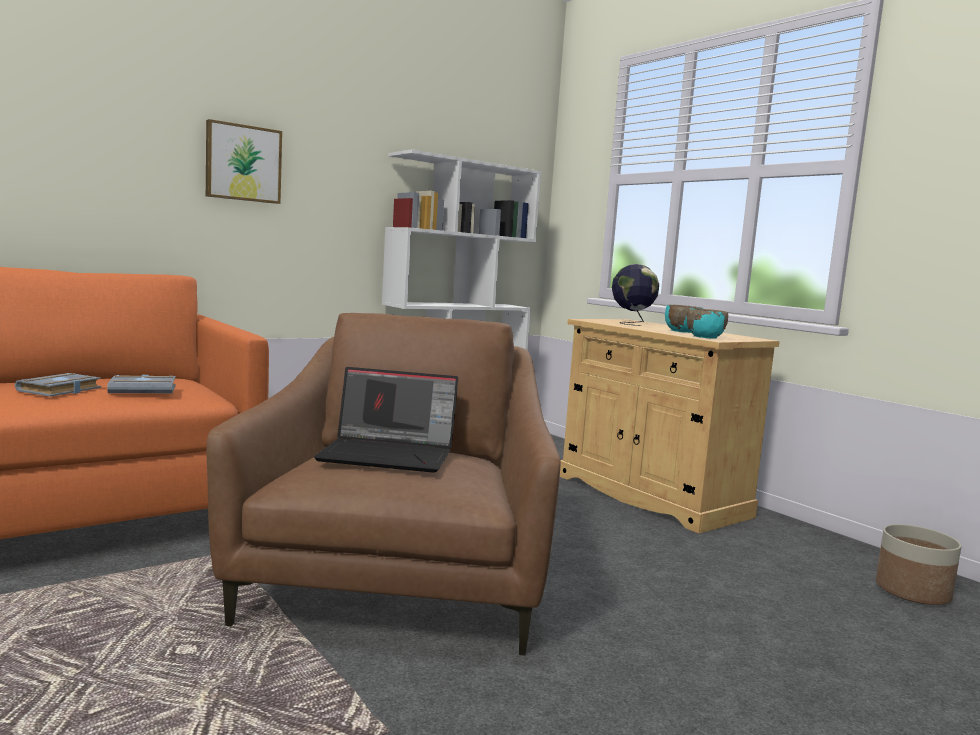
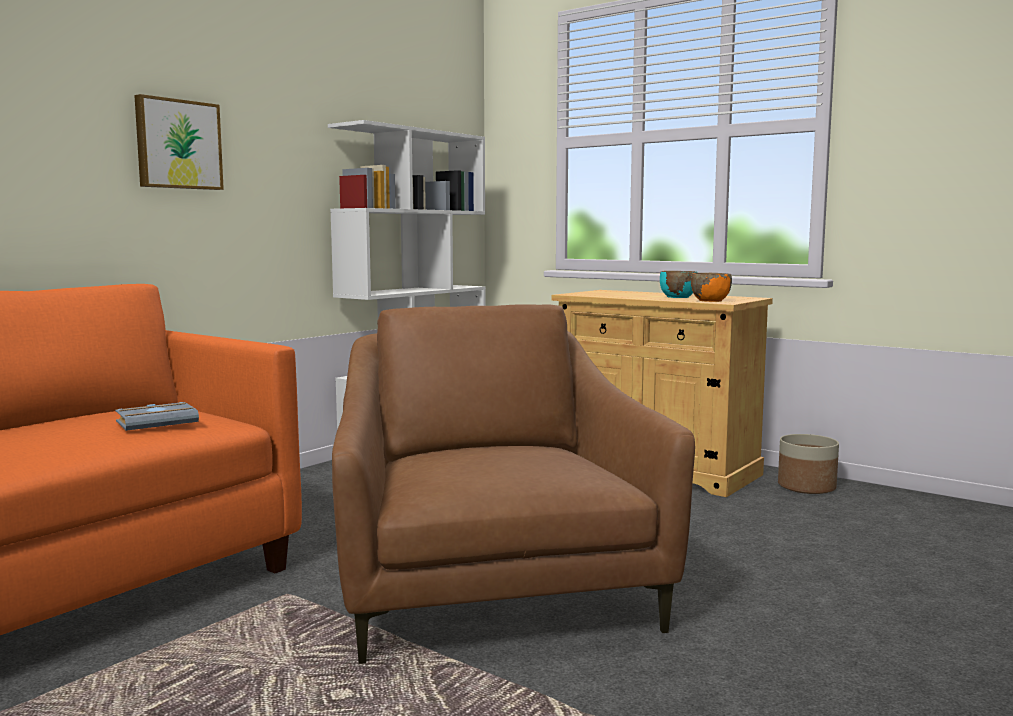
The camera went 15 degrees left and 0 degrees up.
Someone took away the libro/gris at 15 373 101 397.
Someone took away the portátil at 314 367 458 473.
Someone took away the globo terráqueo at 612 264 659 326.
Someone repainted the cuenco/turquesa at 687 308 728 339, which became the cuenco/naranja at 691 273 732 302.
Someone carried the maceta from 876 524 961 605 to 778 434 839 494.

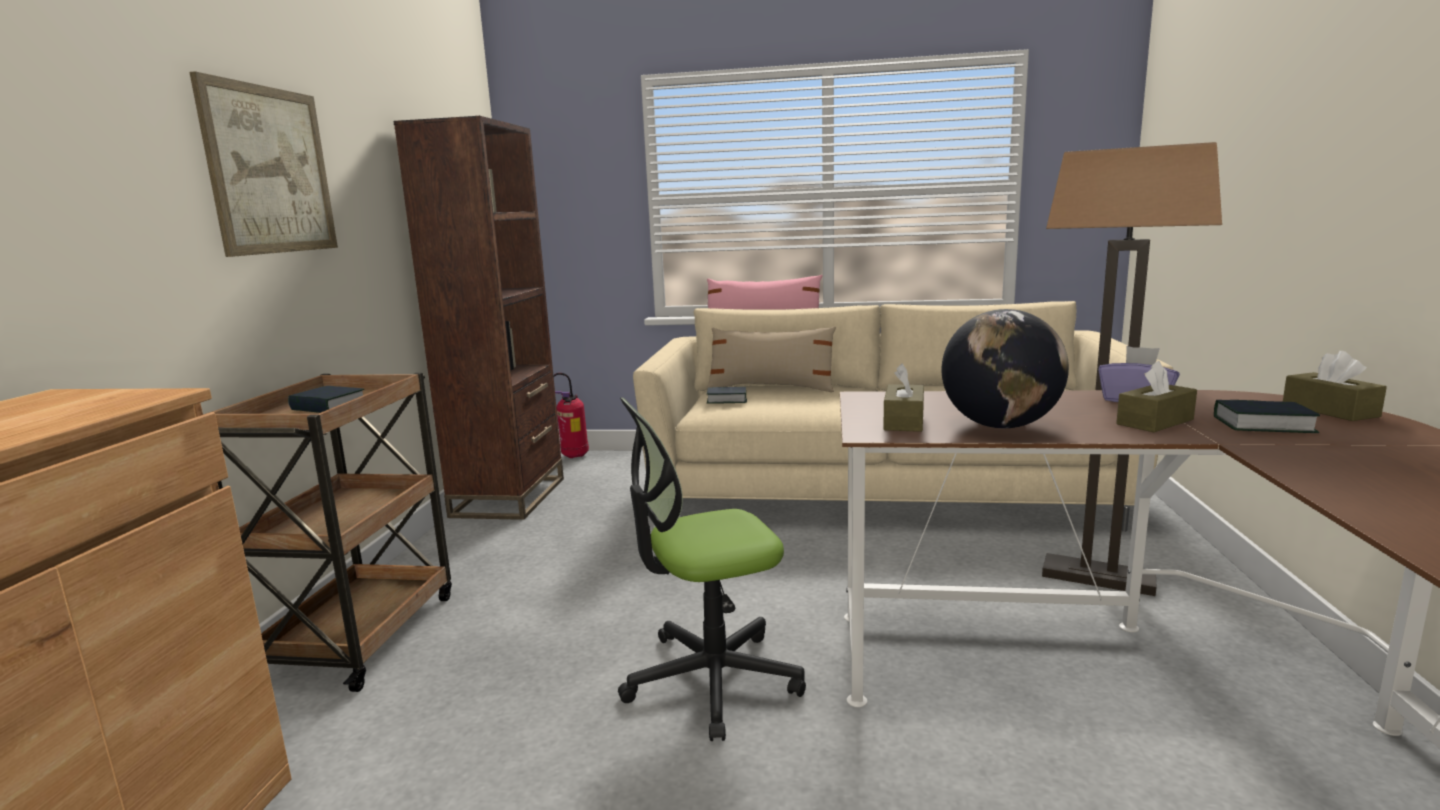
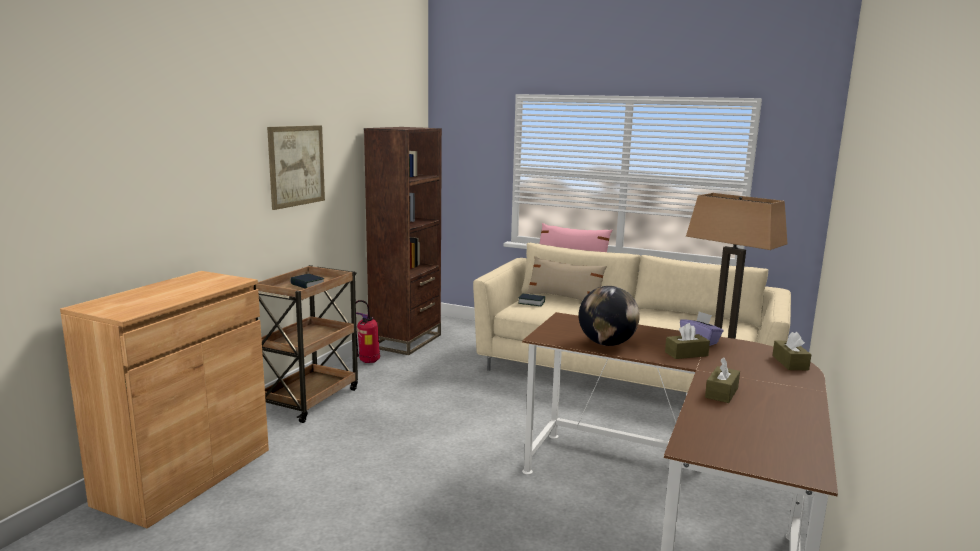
The camera went 15 degrees right and 0 degrees up.
Someone carried the extintor from 553 373 589 458 to 356 300 380 363.
Someone took away the silla de oficina at 618 397 806 741.
Someone carried the caja de pañuelos/marrón from 883 363 924 432 to 705 357 740 403.
Someone took away the libro at 1214 400 1320 433.

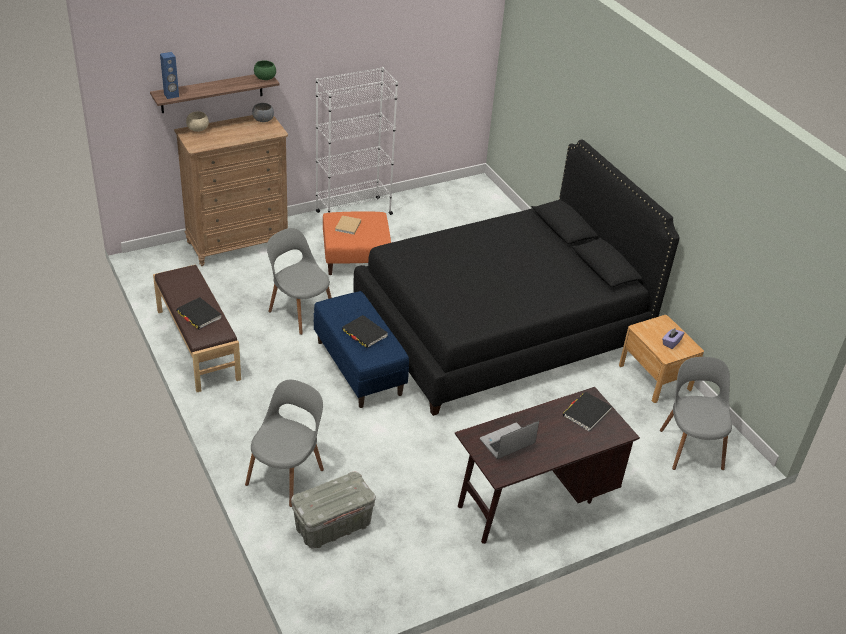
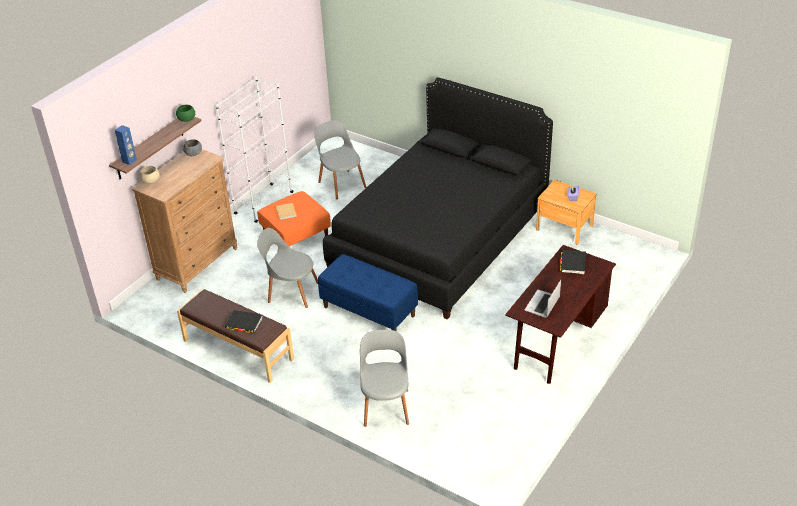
The camera went 25 degrees left and 0 degrees up.
Someone took away the caja de almacenaje/gris at 291 472 376 549.
Someone took away the libro/negro at 342 315 388 348.
Someone carried the silla/gris from 660 357 732 470 to 314 120 366 199.

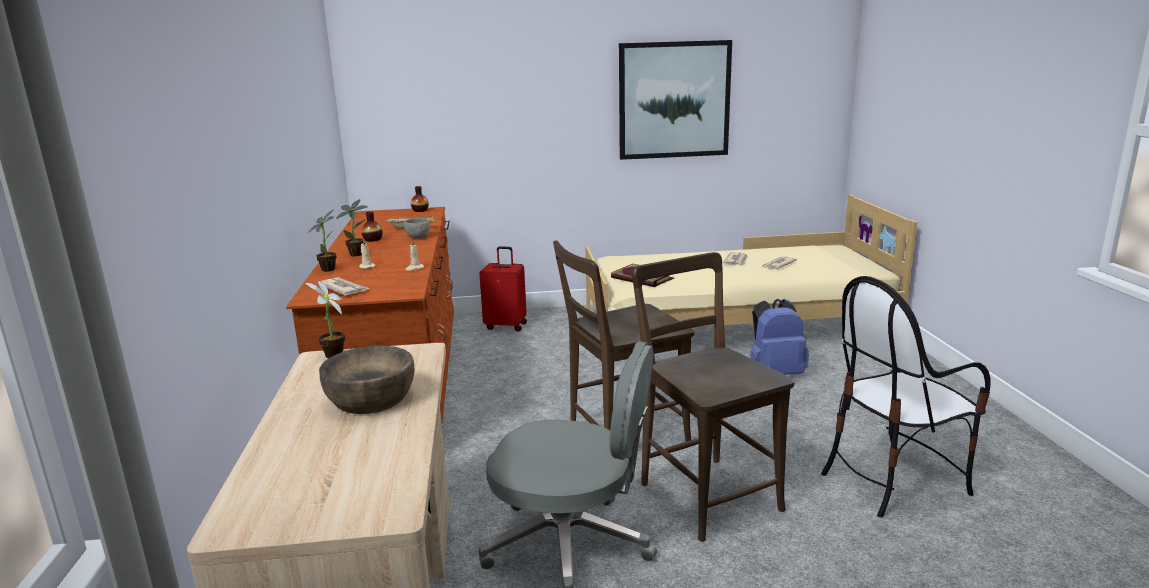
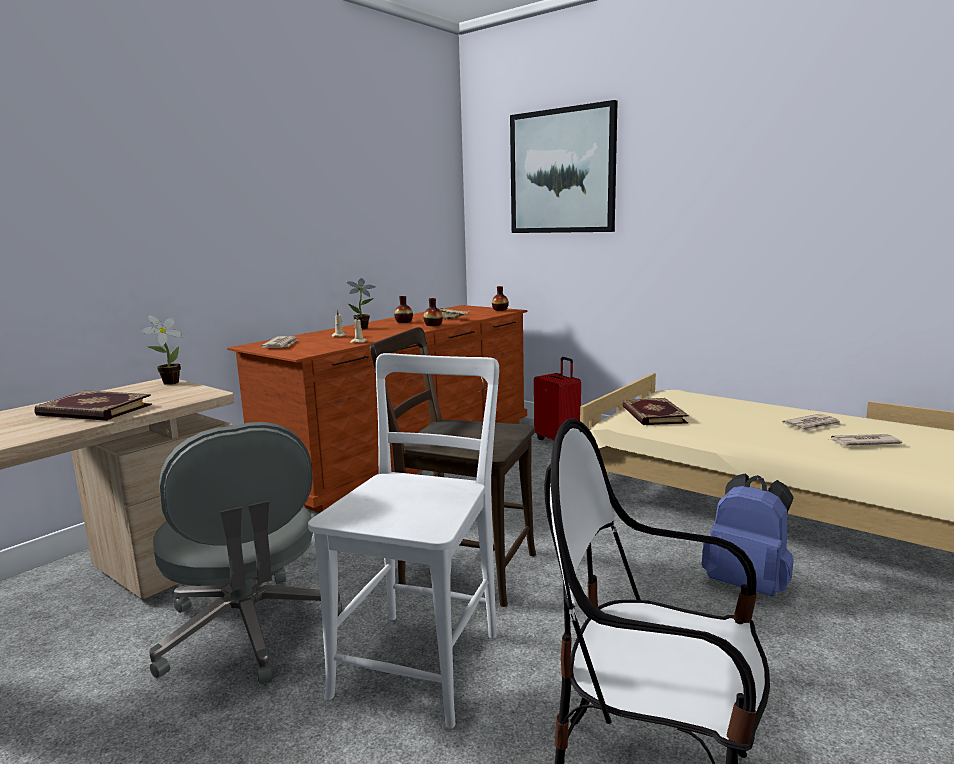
The camera went 45 degrees right and 5 degrees down.
Someone took away the planta en maceta at 308 210 337 272.
Someone swapped the cuenco/marrón at 319 346 414 414 for the libro at 34 390 152 421.
Someone swapped the cuenco/gris at 404 218 430 239 for the florero at 423 298 443 326.
Someone carried the cuadro from 619 40 732 160 to 510 100 618 233.
Someone repainted the silla/marrón at 632 252 795 542, which became the silla/blanco at 308 353 499 728.

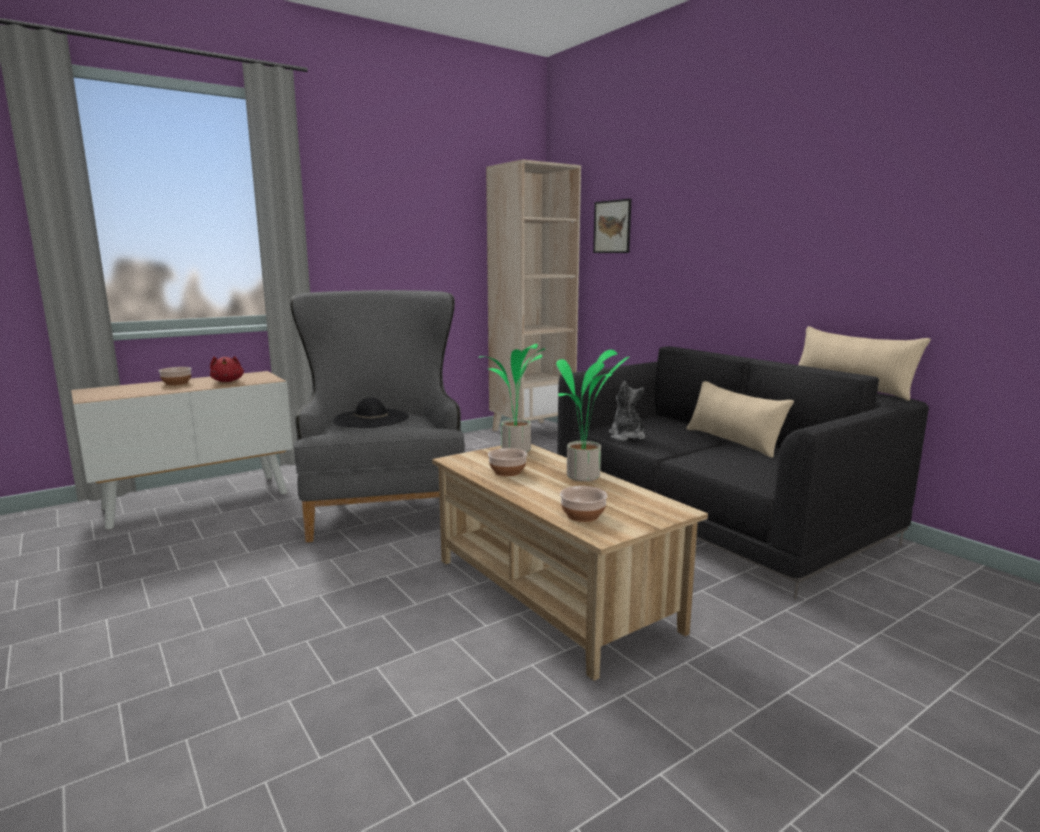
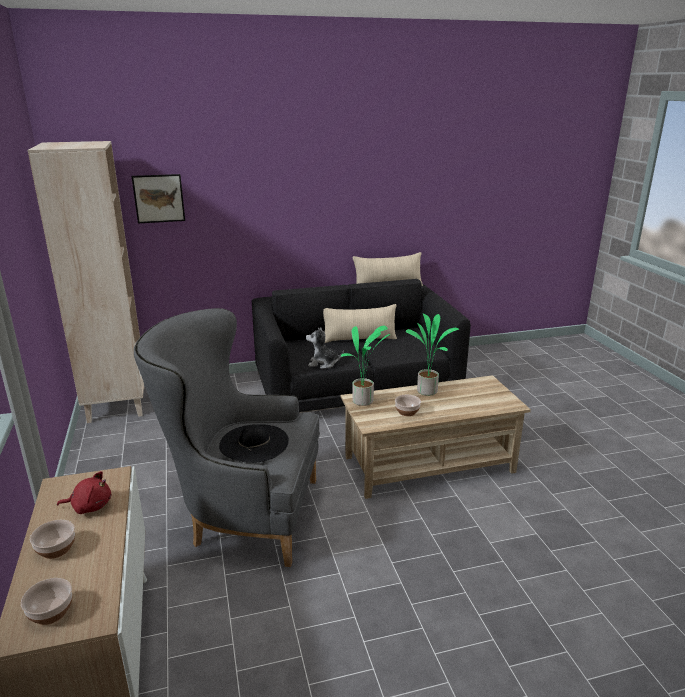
The camera went 70 degrees left and 10 degrees up.
Someone carried the cuenco from 560 486 607 522 to 21 578 72 625.

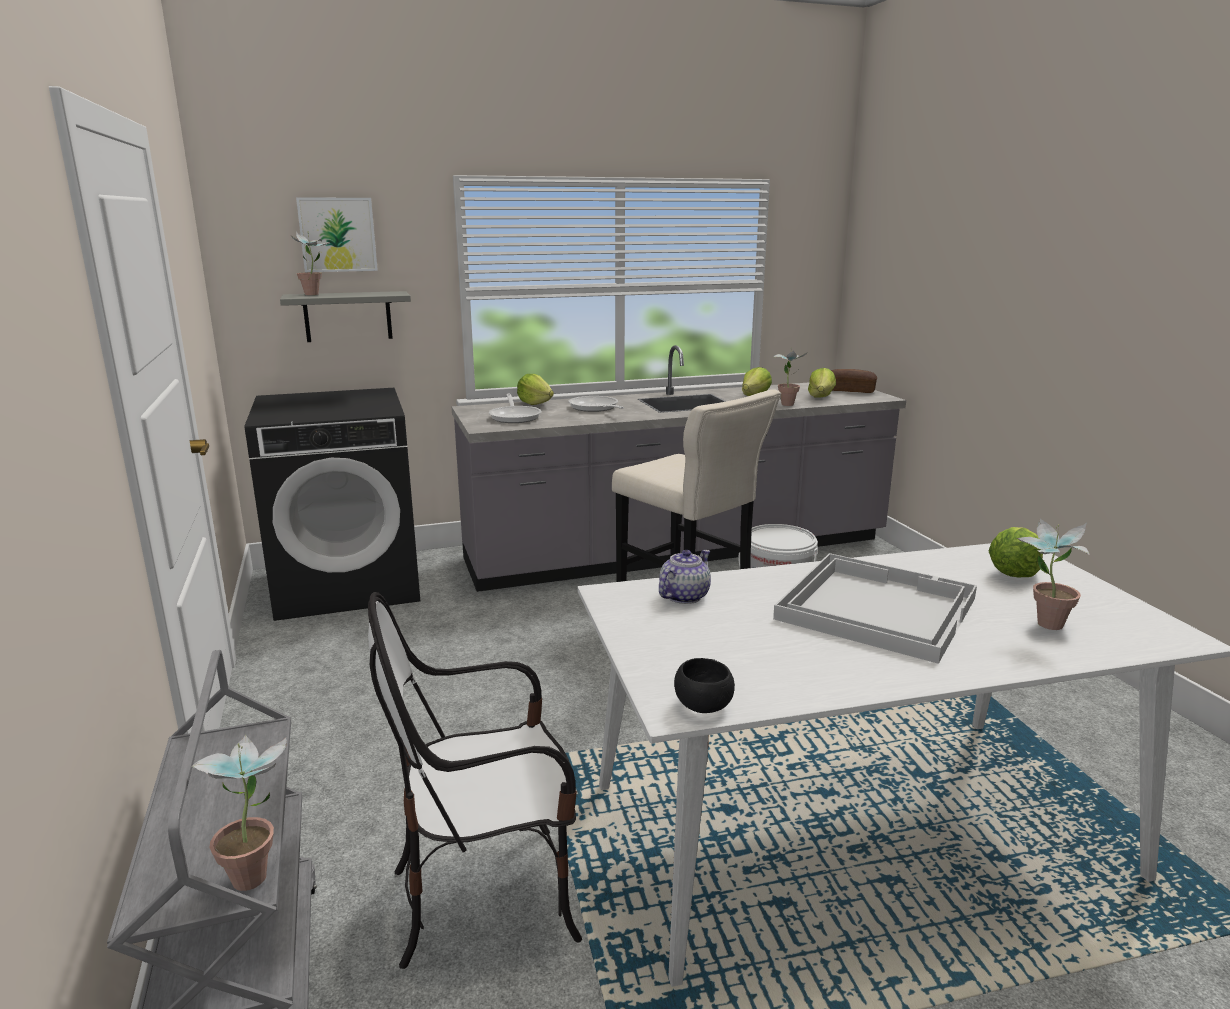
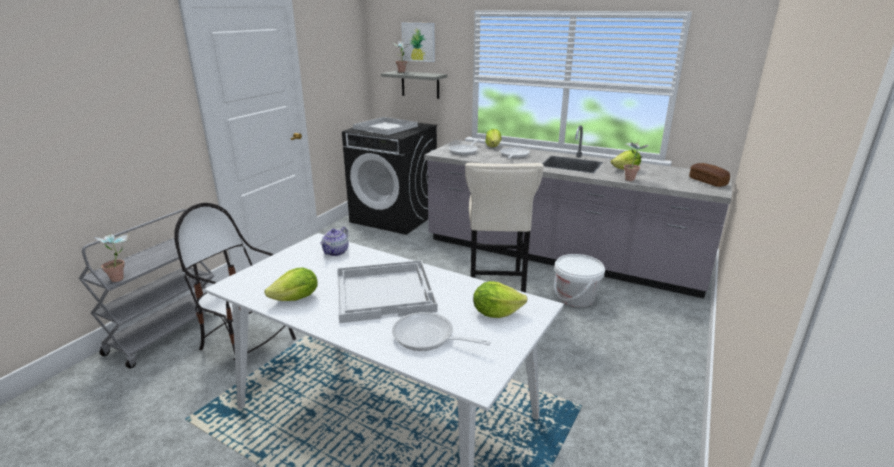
The camera went 45 degrees right and 5 degrees up.
Someone rotated the tetera at 659 550 711 604 by 120 degrees clockwise.
Someone took away the cuenco/negro at 674 658 735 713.
Someone carried the lechuga from 808 368 836 398 to 264 268 318 301.
Someone swapped the planta en maceta at 1017 519 1089 630 for the sartén at 392 312 491 351.
Someone put down the bandeja/blanco at 353 117 418 135.

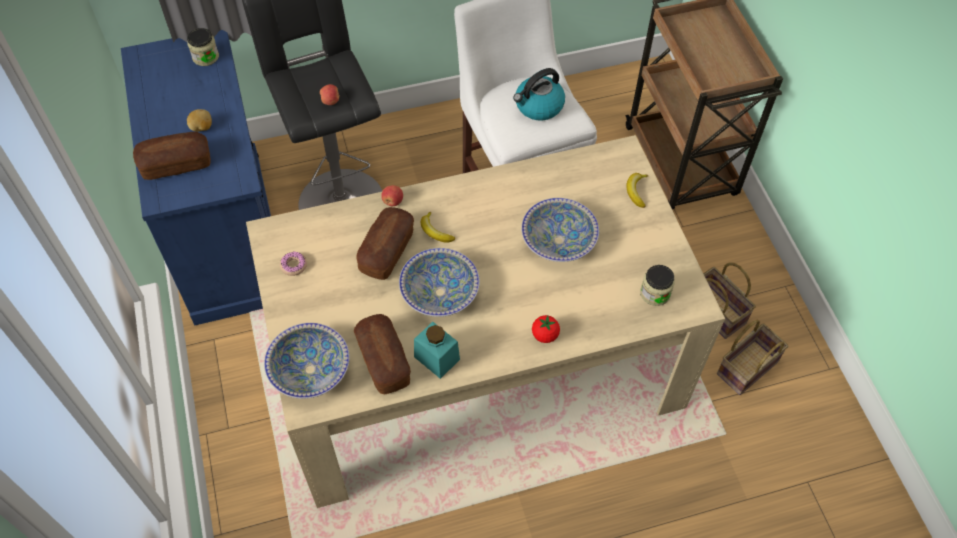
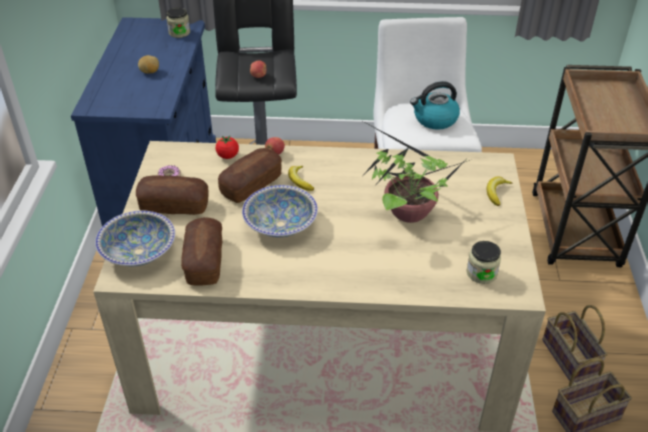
The camera went 20 degrees right and 15 degrees down.
Someone carried the pan from 133 132 211 180 to 136 175 209 215.
Someone took away the tarro/turquesa at 414 322 460 379.
Someone swapped the cuenco at 521 198 599 262 for the planta en maceta at 364 123 470 223.
Someone carried the tomate from 532 315 560 343 to 216 136 239 159.

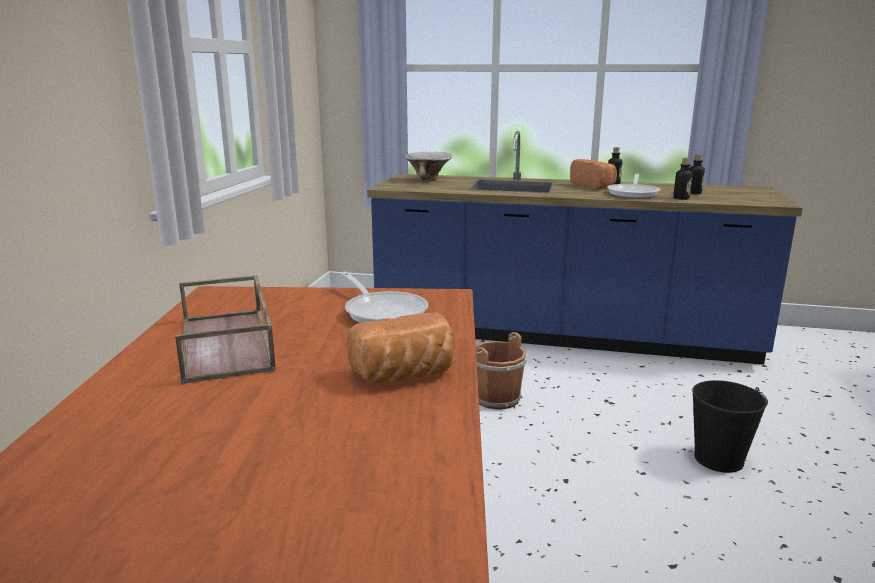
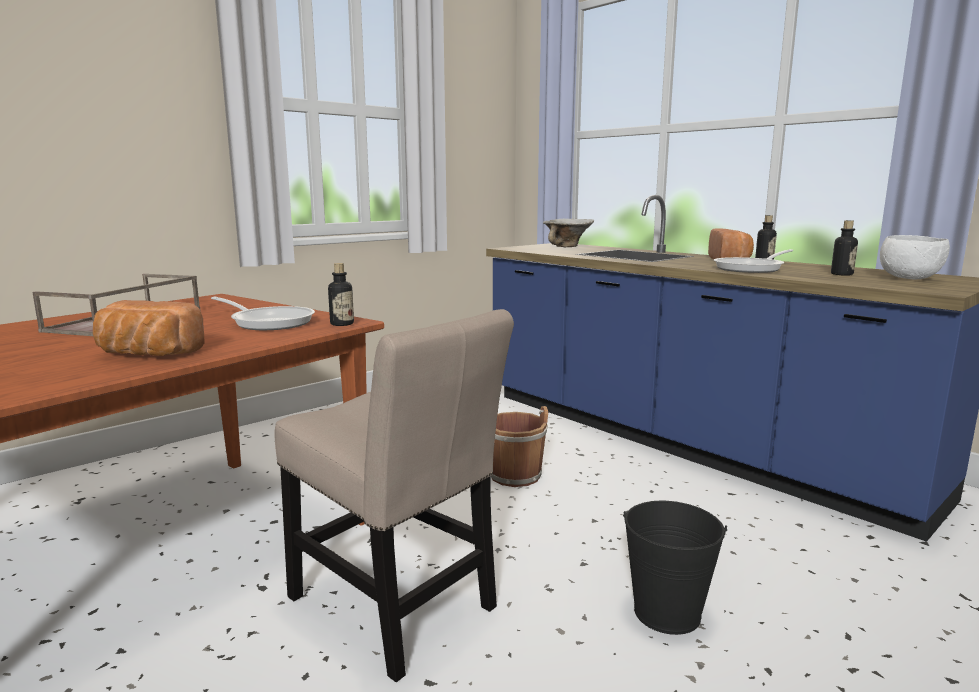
The camera went 35 degrees right and 5 degrees down.
Someone rotated the sartén at 341 272 429 323 by 60 degrees counterclockwise.
Someone carried the botella from 673 158 692 200 to 328 263 354 326.
Someone put down the silla/beis at 275 309 514 682.
Someone put down the cuenco/blanco at 880 235 950 279.

